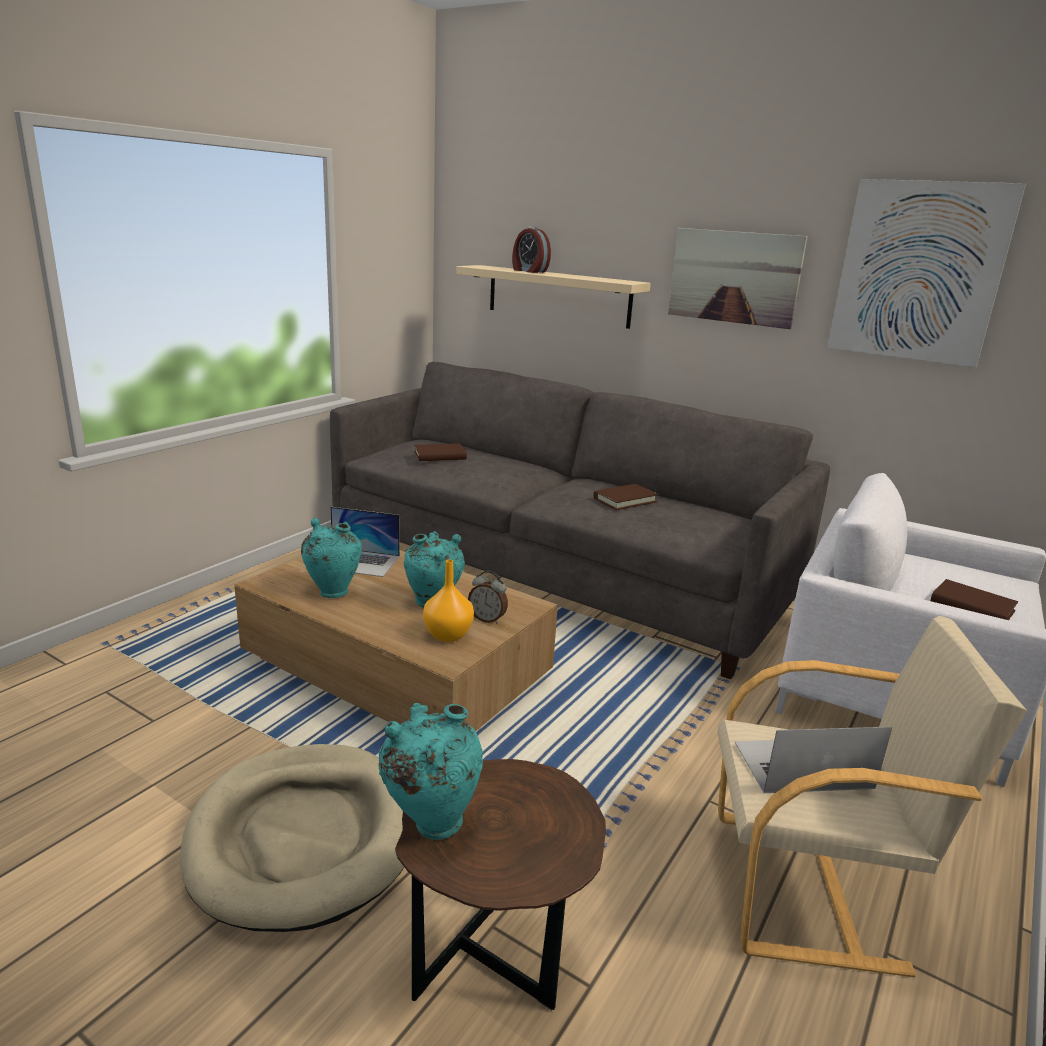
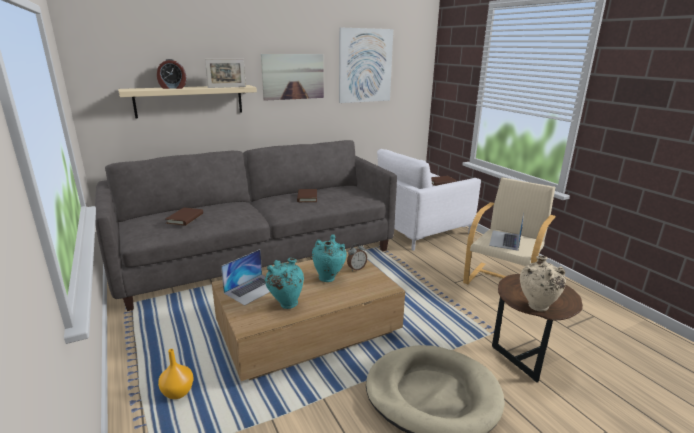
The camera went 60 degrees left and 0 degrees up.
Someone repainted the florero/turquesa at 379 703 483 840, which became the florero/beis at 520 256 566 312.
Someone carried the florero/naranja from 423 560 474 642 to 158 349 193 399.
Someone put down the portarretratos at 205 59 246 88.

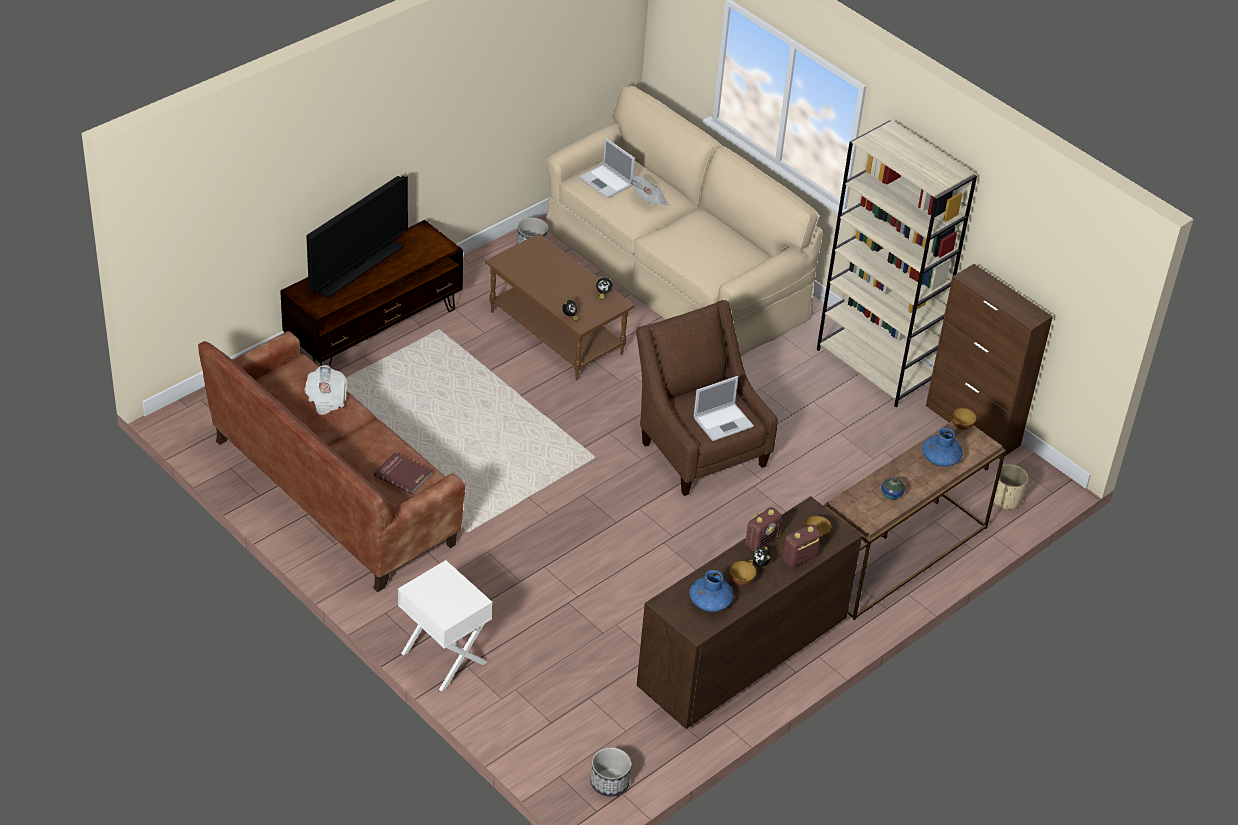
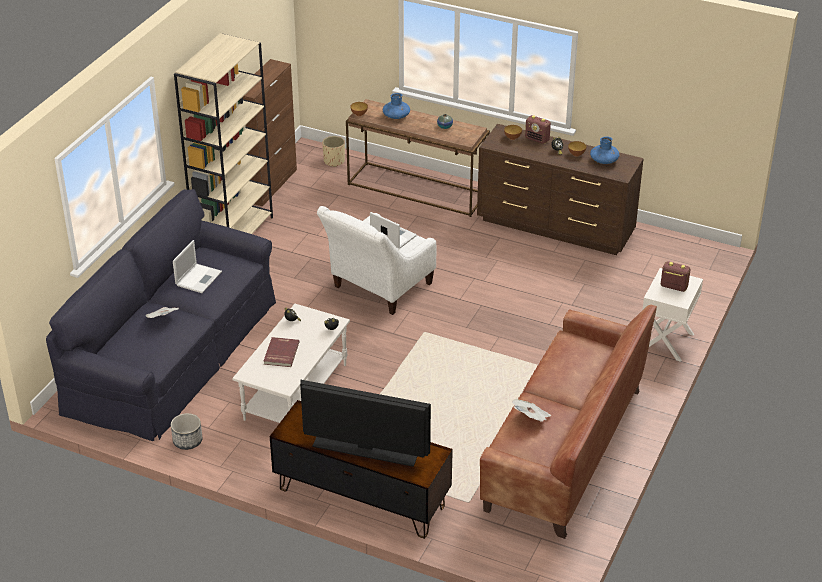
The camera went 110 degrees left and 5 degrees down.
Someone carried the libro/rojo from 374 452 432 495 to 264 337 300 367.
Someone repainted the mesa de centro/marrón at 485 233 635 380, which became the mesa de centro/blanco at 232 304 350 423.
Someone repainted the sofá/beis at 545 86 823 355, which became the sofá/negro at 46 189 276 441.
Someone carried the portátil from 579 138 635 199 to 173 240 222 293.
Someone took away the maceta at 590 747 631 797.
Someone repainted the sillón/marrón at 636 300 778 496, which became the sillón/blanco at 317 206 436 315.
Someone carried the radio from 745 507 782 551 to 661 261 691 292.

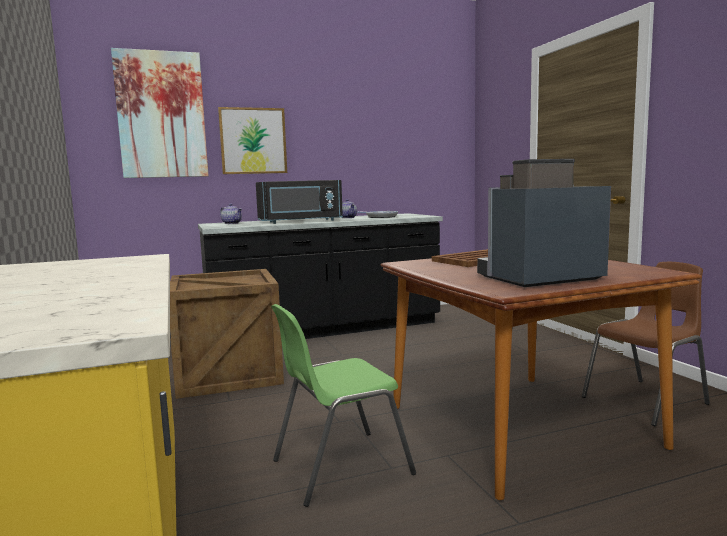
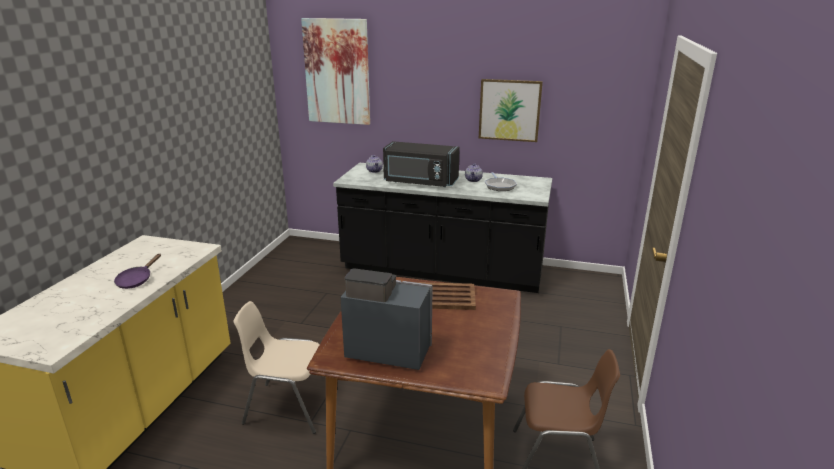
The camera went 35 degrees right and 15 degrees up.
Someone took away the caja de embalaje at 170 269 284 399.
Someone carried the cuadro from 218 107 287 174 to 479 79 543 142.
Someone repainted the silla/verde at 271 304 416 507, which became the silla/beis at 234 301 320 434.
Someone put down the sartén/morado at 114 253 161 289.

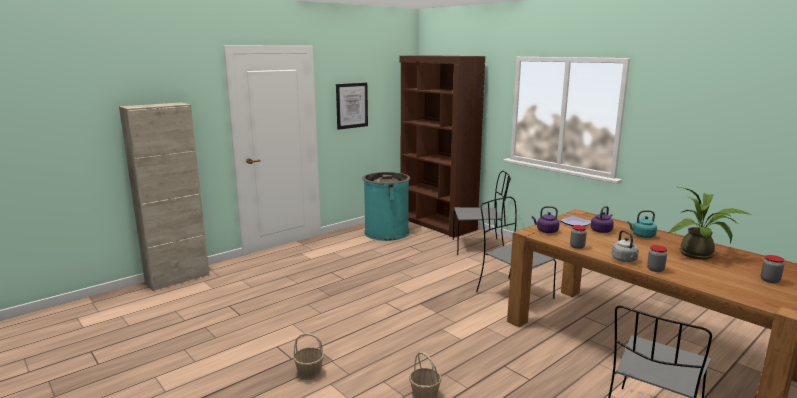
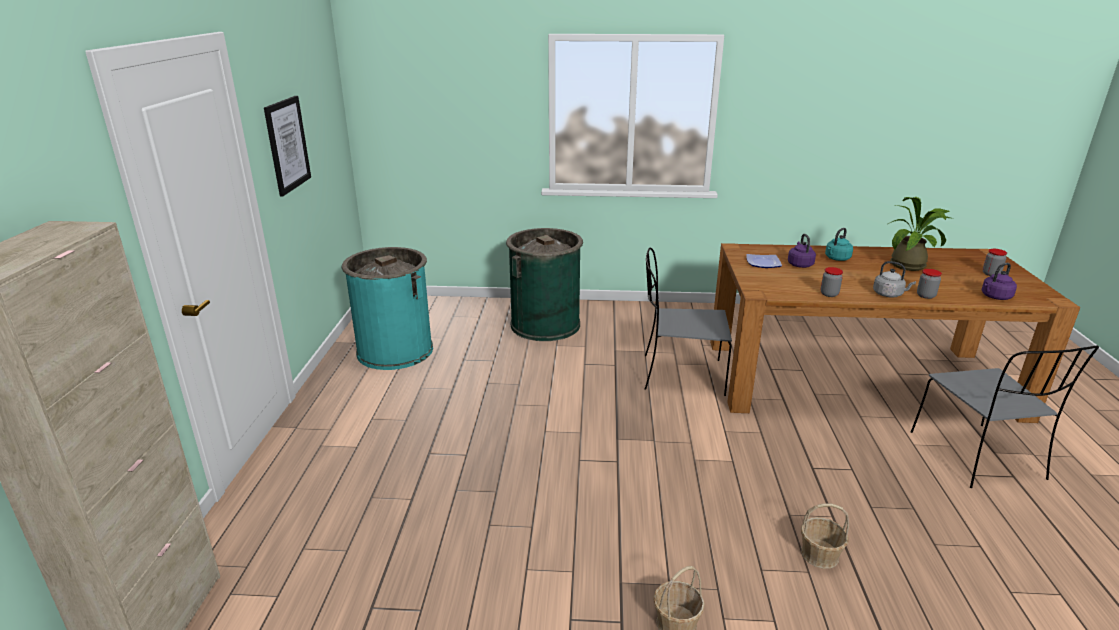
The camera went 45 degrees left and 10 degrees up.
Someone took away the estantería/marrón at 400 55 485 238.
Someone swapped the silla/gris at 453 171 511 255 for the papelera/verde at 506 228 583 341.
Someone carried the hervidor/morado from 532 206 559 233 to 982 263 1017 300.

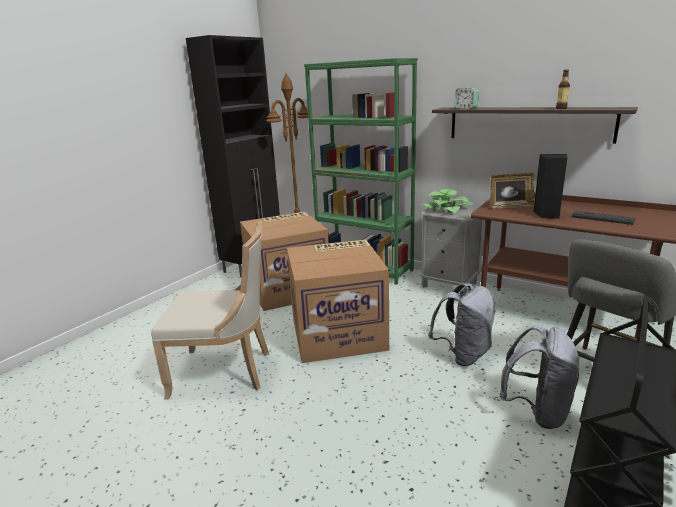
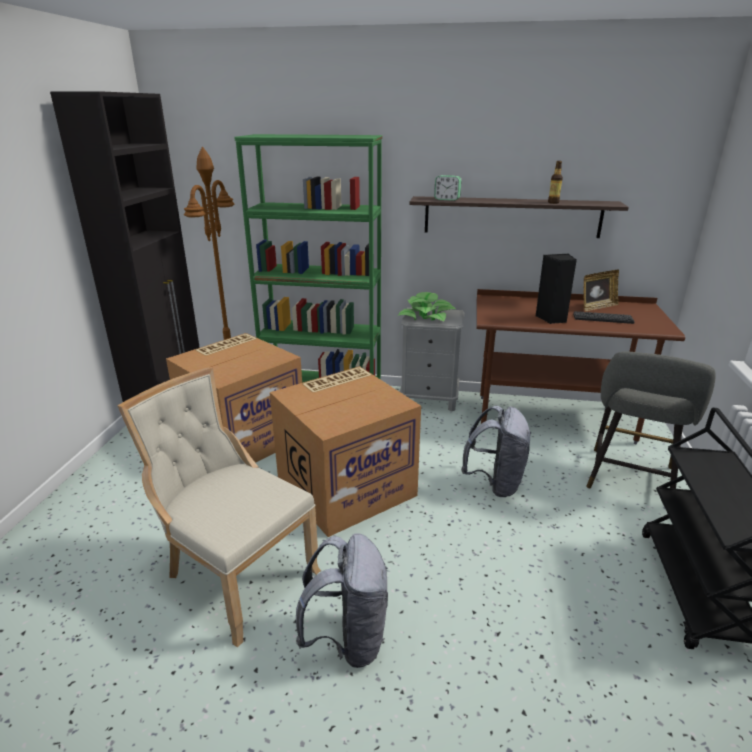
The camera went 25 degrees left and 5 degrees up.
Someone rotated the silla/beis at 151 221 269 400 by 120 degrees counterclockwise.
Someone carried the portarretratos from 490 173 534 209 to 584 270 619 311.
Someone carried the mochila/gris from 499 326 580 429 to 296 534 388 668.

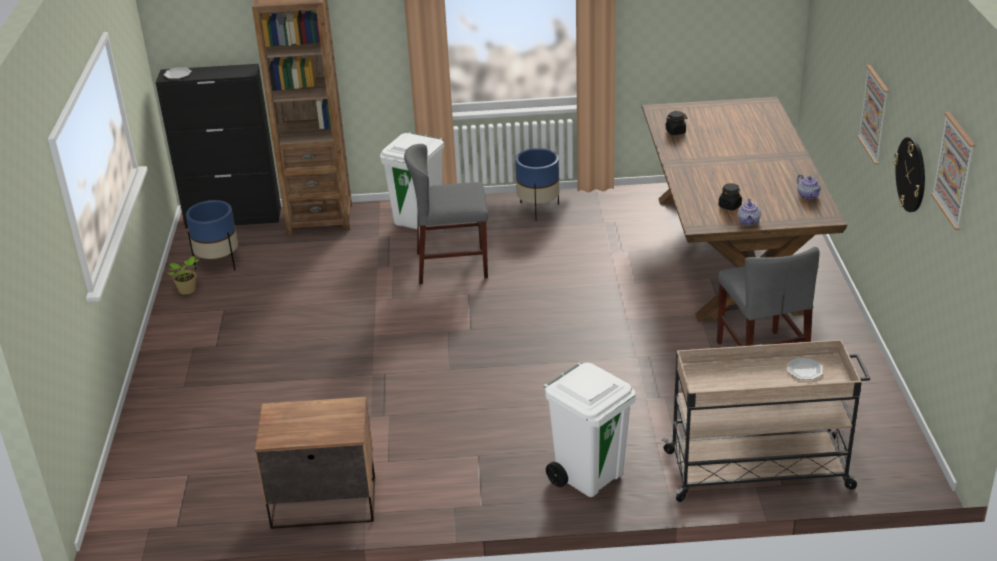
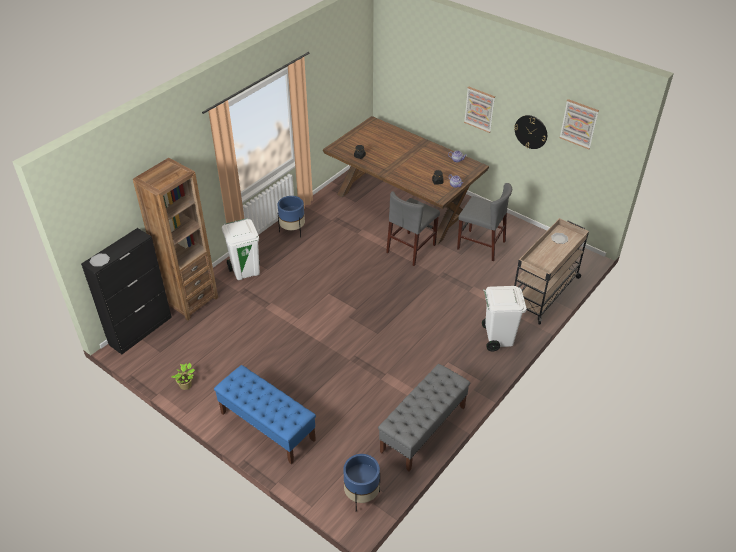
The camera went 50 degrees left and 10 degrees up.
Someone carried the maceta/azul from 186 200 238 270 to 343 454 380 511.
Someone swapped the mesita de noche at 255 397 375 529 for the banco/gris at 378 364 470 471.
Someone carried the silla/gris from 404 144 488 284 to 386 191 440 266.
Someone put down the banco/azul at 214 365 316 464.

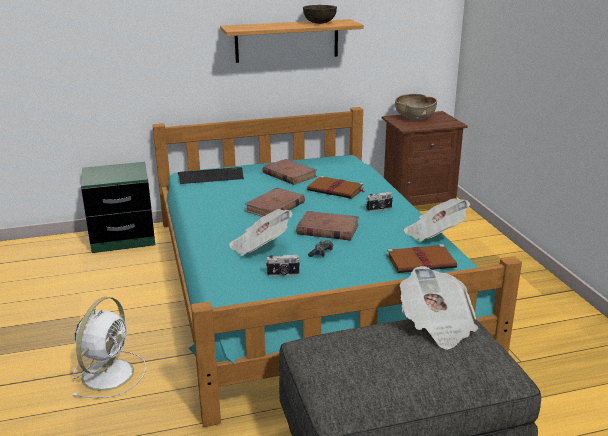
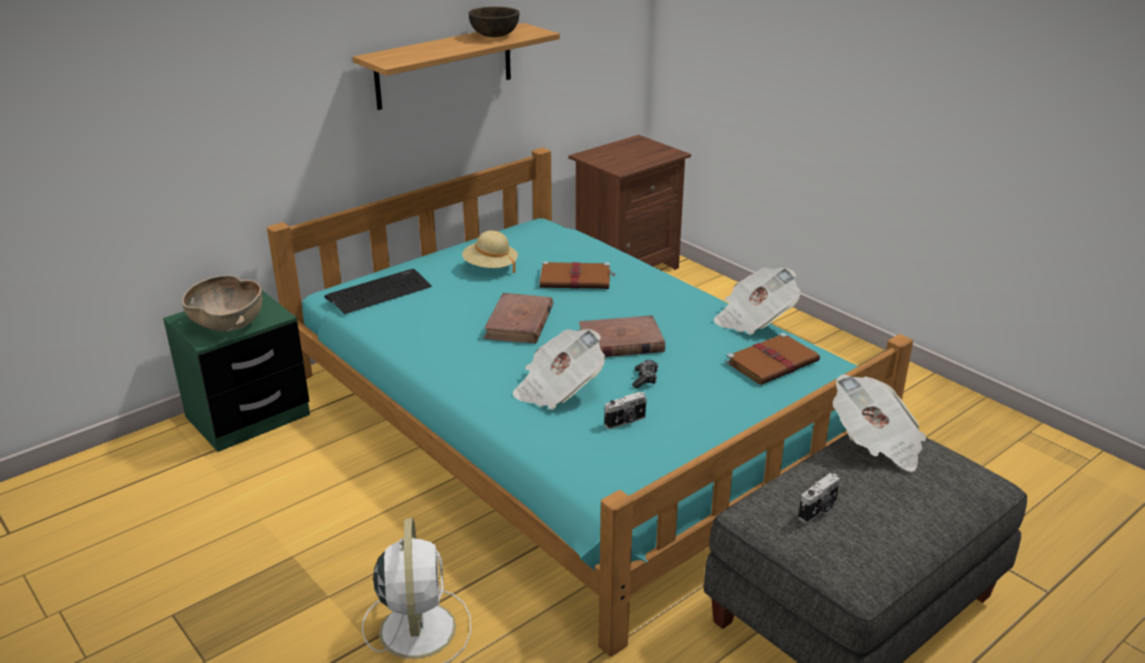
The camera went 25 degrees left and 5 degrees up.
Someone swapped the libro/marrón at 262 159 317 185 for the sombrero/beis at 462 230 518 273.
Someone carried the cámara from 366 192 393 212 to 798 473 840 523.
Someone carried the cuenco/marrón from 395 94 437 120 to 182 275 262 331.

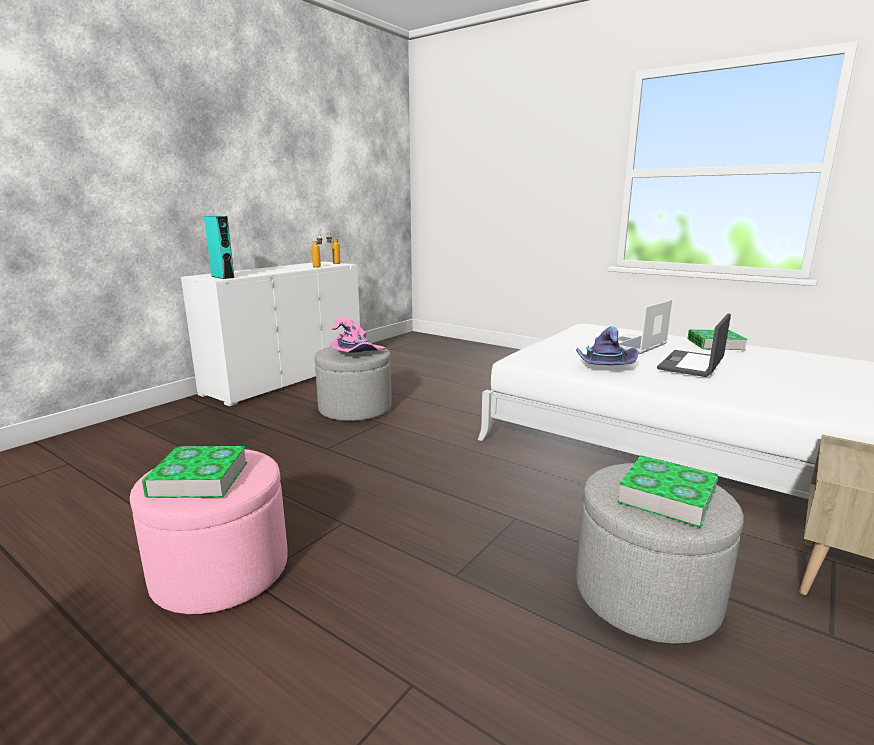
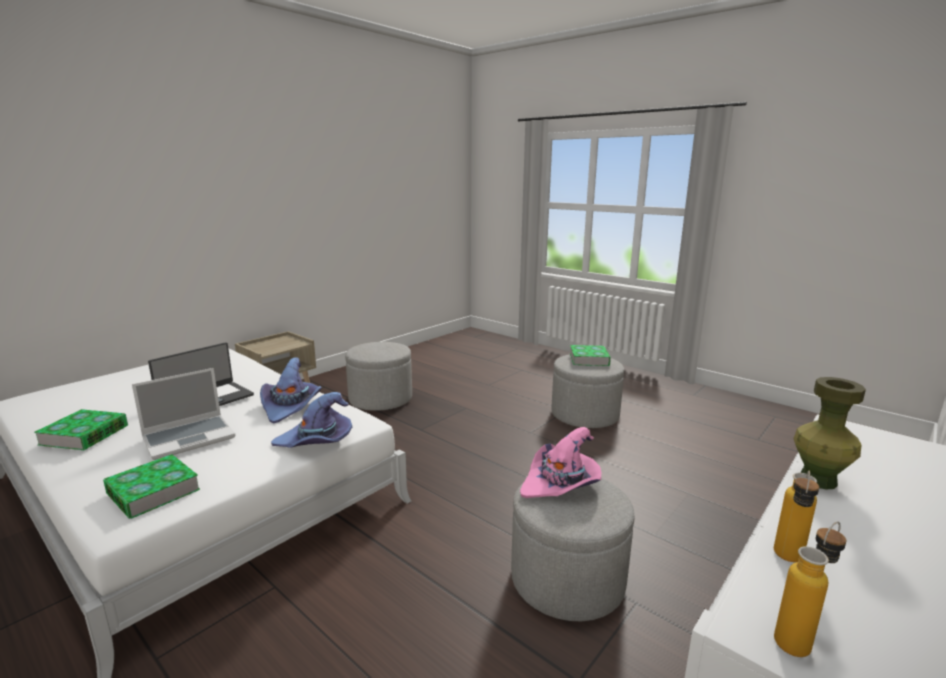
The camera went 175 degrees left and 0 degrees up.
Someone repainted the puf/rosa at 130 449 288 614, which became the puf/gris at 551 354 624 428.
Someone took away the altavoz/turquesa at 204 216 234 279.
Someone carried the libro from 617 455 718 528 to 103 454 200 519.
Someone put down the sombrero/morado at 271 392 352 448.
Someone put down the florero/verde at 793 377 866 490.

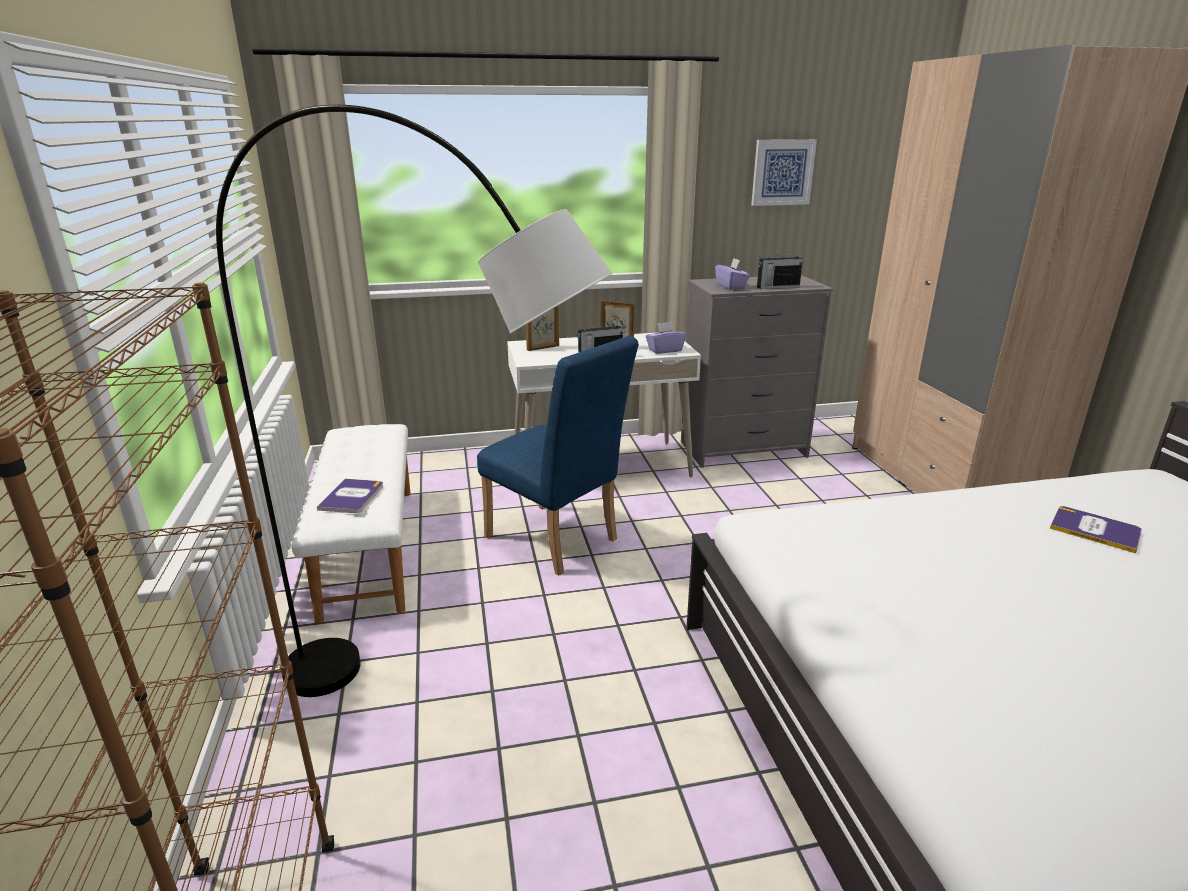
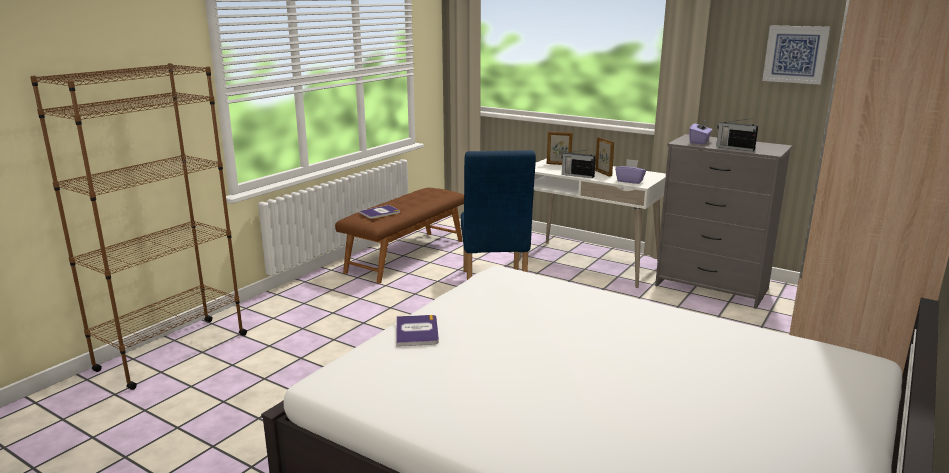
The camera went 45 degrees right and 5 degrees down.
Someone took away the lámpara de pie/gris at 216 105 612 697.
Someone repainted the banco/blanco at 291 424 411 624, which became the banco/marrón at 335 188 464 283.
Someone carried the libro from 1050 506 1142 553 to 396 315 439 346.

